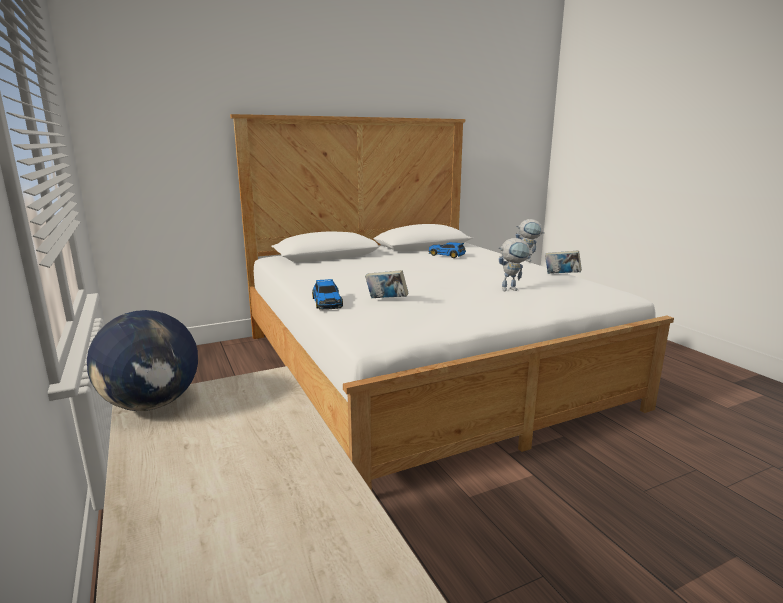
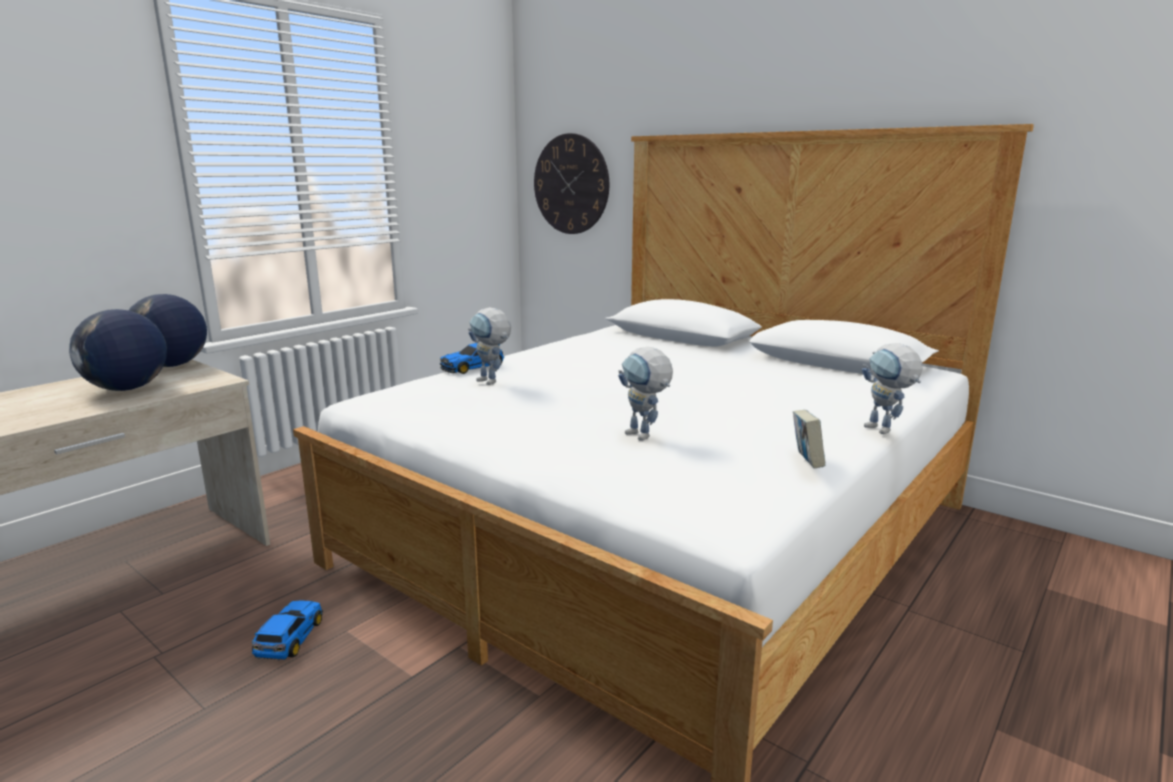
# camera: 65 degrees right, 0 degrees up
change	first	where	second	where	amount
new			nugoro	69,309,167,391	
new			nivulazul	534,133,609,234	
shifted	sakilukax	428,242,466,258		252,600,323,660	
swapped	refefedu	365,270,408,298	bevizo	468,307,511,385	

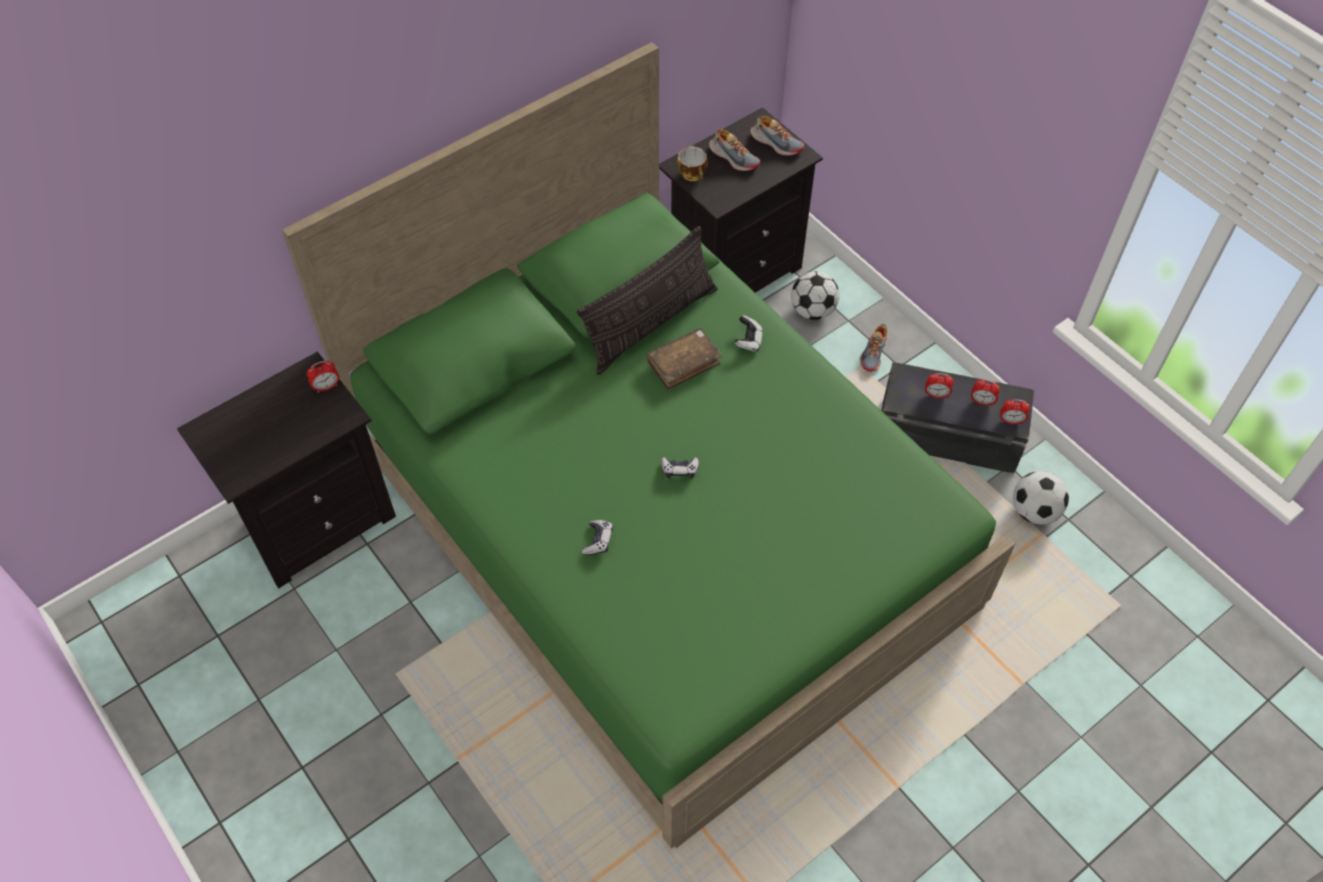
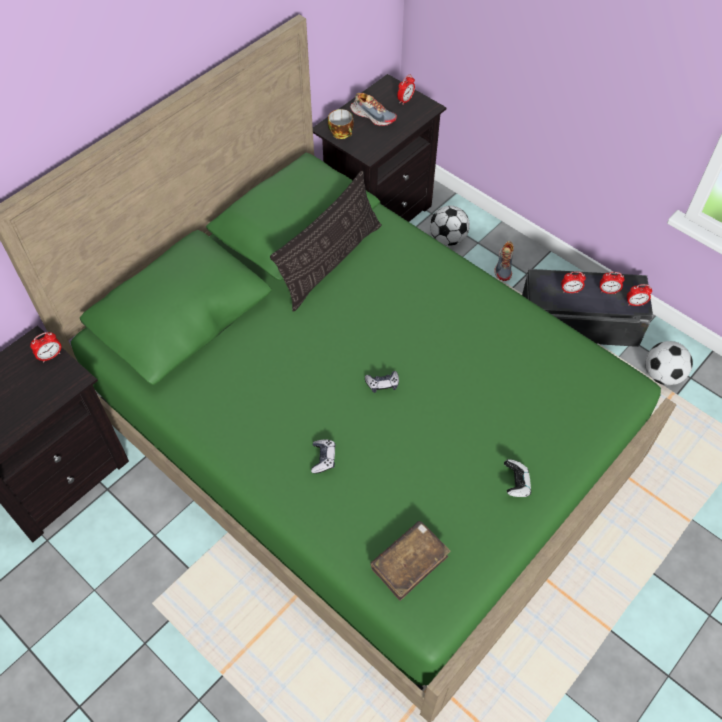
# camera: 10 degrees left, 0 degrees up
change	first	where	second	where	amount
shifted	brown_refefedu	647,328,722,390		370,521,450,601	
shifted	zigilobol	735,315,763,352		504,459,531,497	
swapped	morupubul	750,116,804,156	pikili	397,74,415,104	

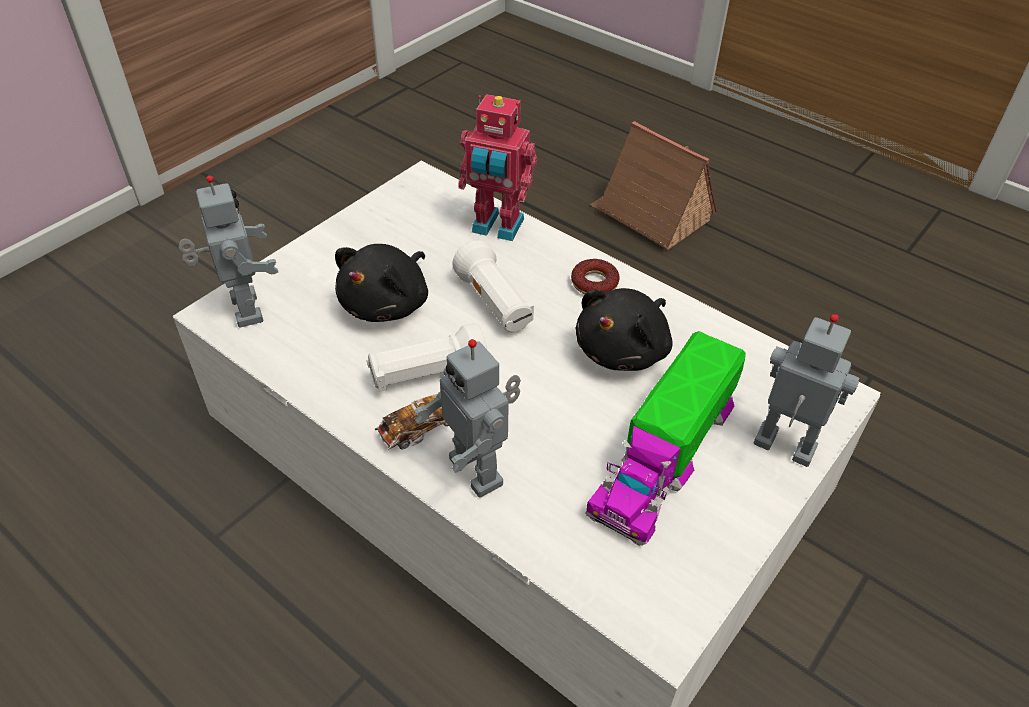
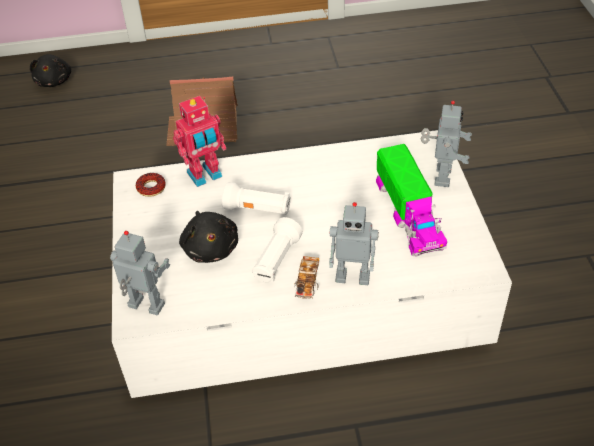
# camera: 45 degrees left, 0 degrees up
change	first	where	second	where	amount
shifted	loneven	571,259,619,294		136,173,166,197	
shifted	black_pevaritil	576,288,673,371		30,54,71,87	
rotated	bevizo	754,314,860,467		421,101,472,187	120 degrees clockwise

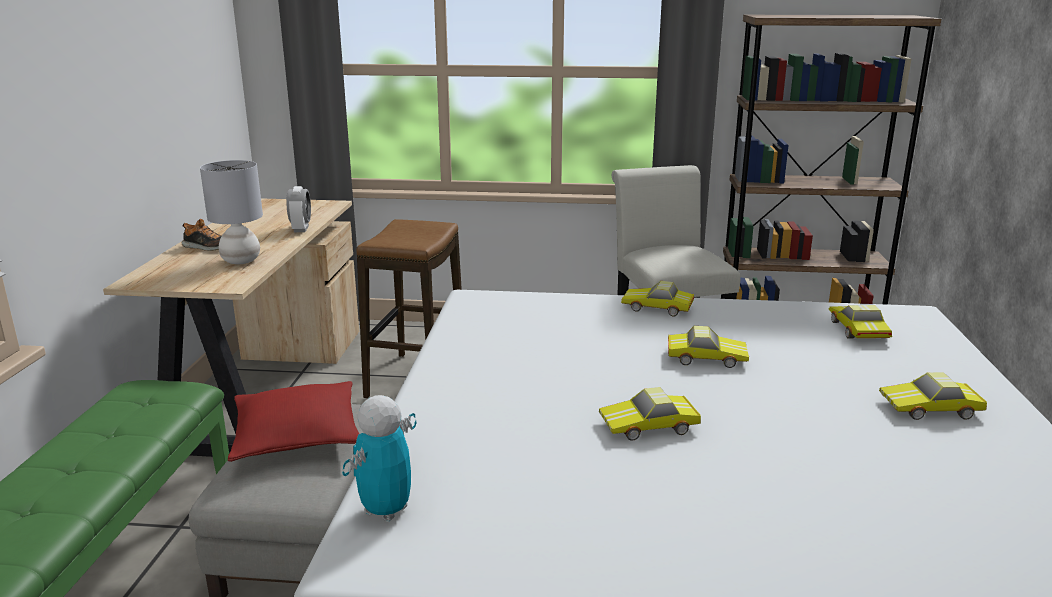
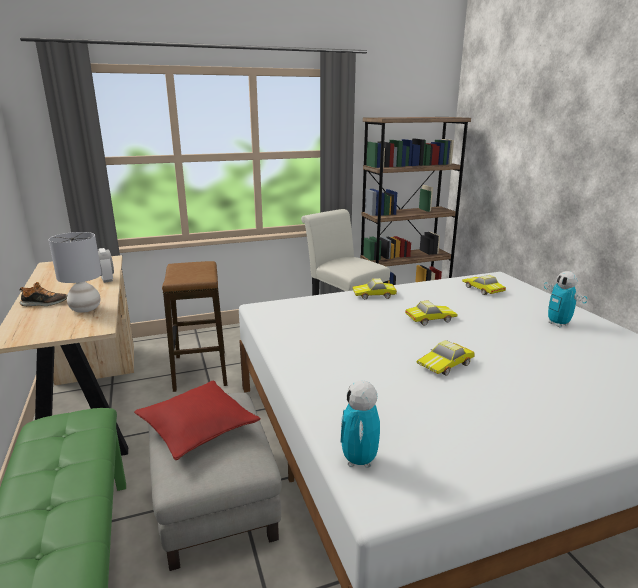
# camera: 25 degrees left, 0 degrees up
change	first	where	second	where	amount
swapped	sakilukax	879,372,987,420	bevizo	544,271,587,327	

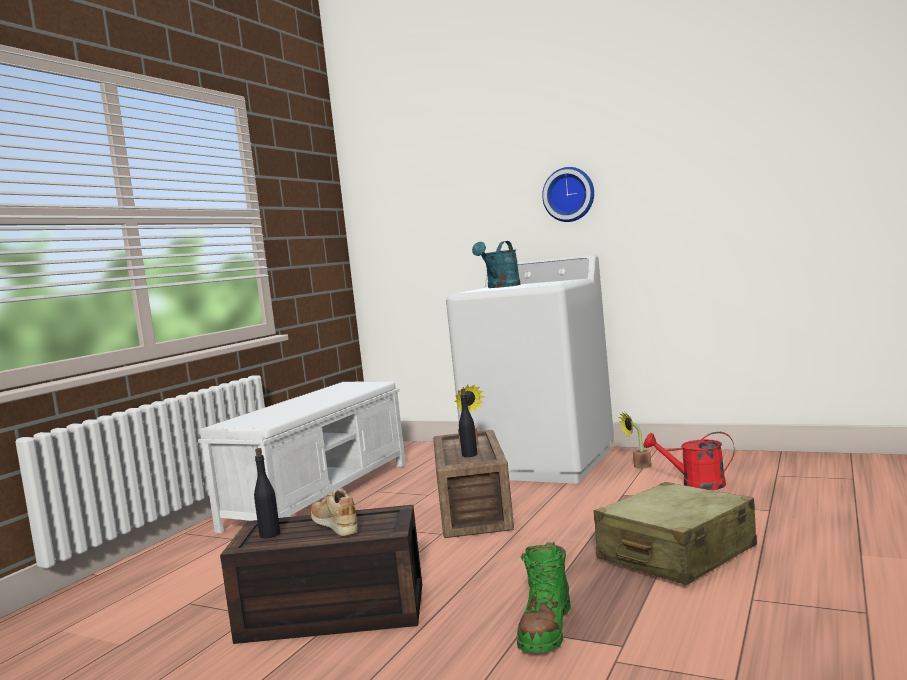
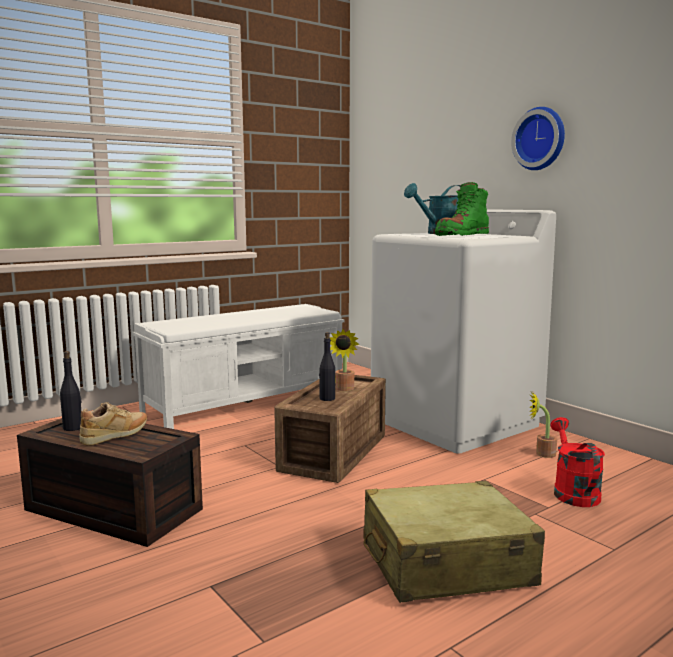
# camera: 25 degrees right, 5 degrees up
change	first	where	second	where	amount
shifted	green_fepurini	517,542,571,653		435,182,489,236	
rotated	beige_morupubul	311,489,358,536		79,402,147,446	60 degrees clockwise
rotated	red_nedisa	643,432,735,490		550,417,605,507	45 degrees clockwise

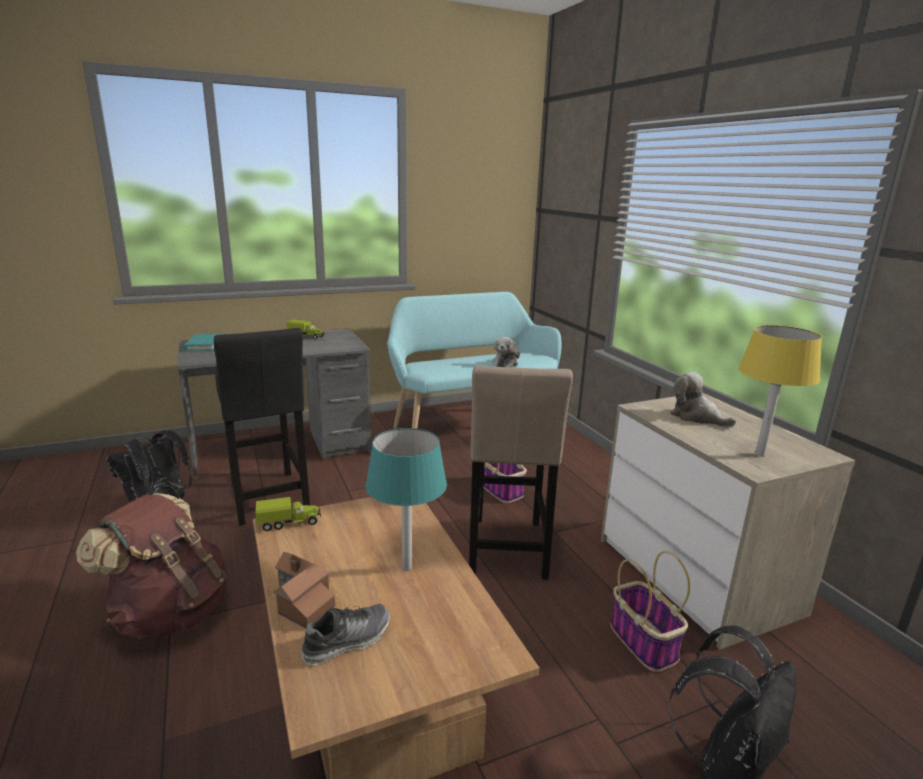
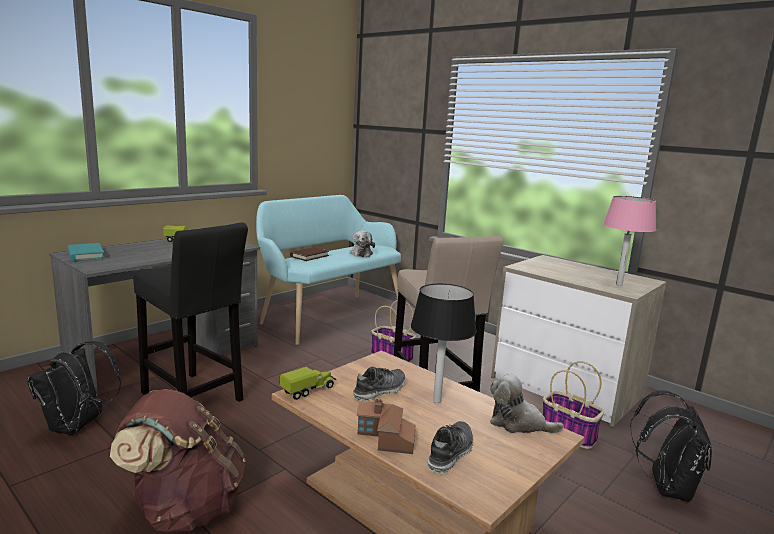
# camera: 25 degrees left, 5 degrees down
change	first	where	second	where	amount
new			brown_refefedu	290,247,329,261	
new			morupubul	353,367,405,401	
shifted	pevaritil	670,372,736,427		490,373,564,433	
repainted	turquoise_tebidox	365,428,447,571	black_tebidox	411,284,477,403	
repainted	yellow_tebidox	738,325,822,457	pink_tebidox	603,196,656,286	

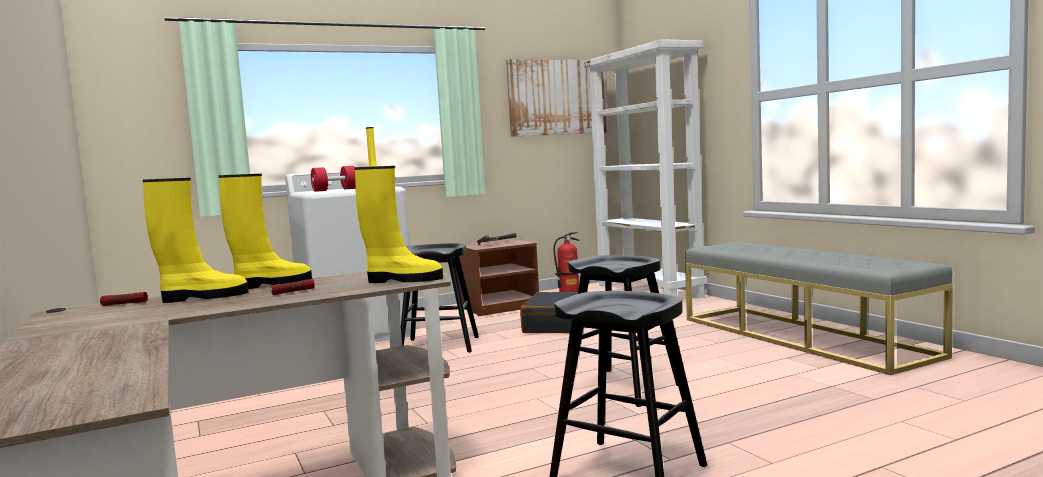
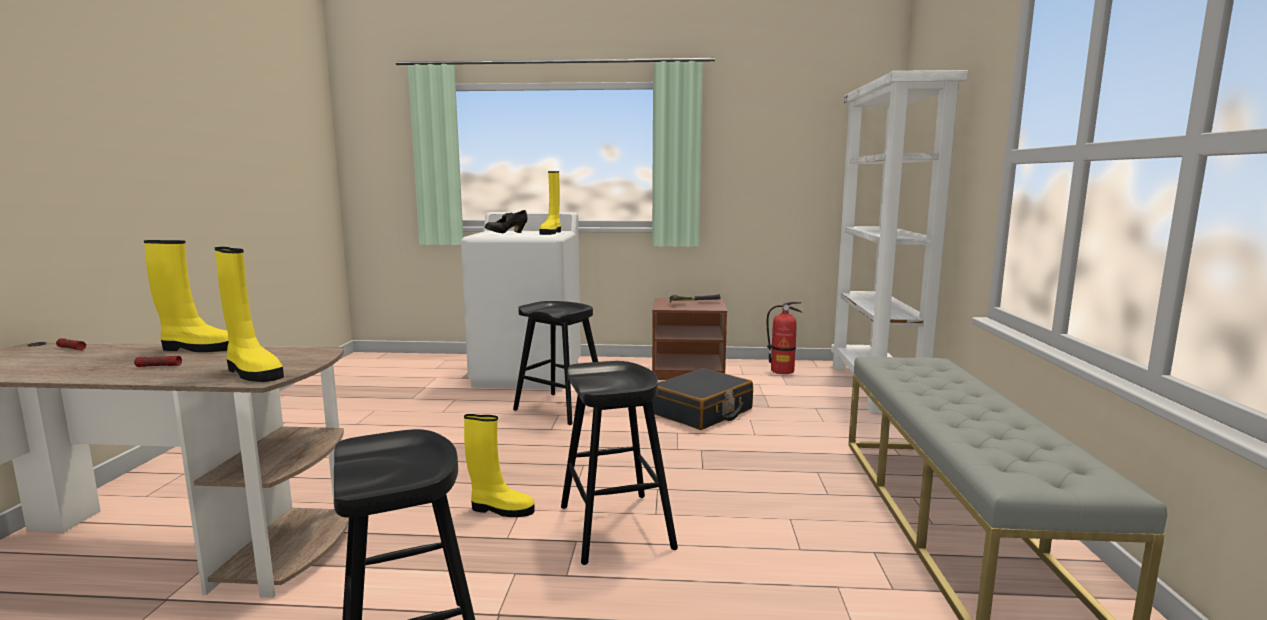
# camera: 30 degrees right, 5 degrees up
change	first	where	second	where	amount
gone	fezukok	506,59,608,137			
shifted	yellow_fepurini	143,178,248,303		464,414,535,517	
swapped	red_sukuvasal	311,166,355,192	black_morupubul	484,210,528,233	

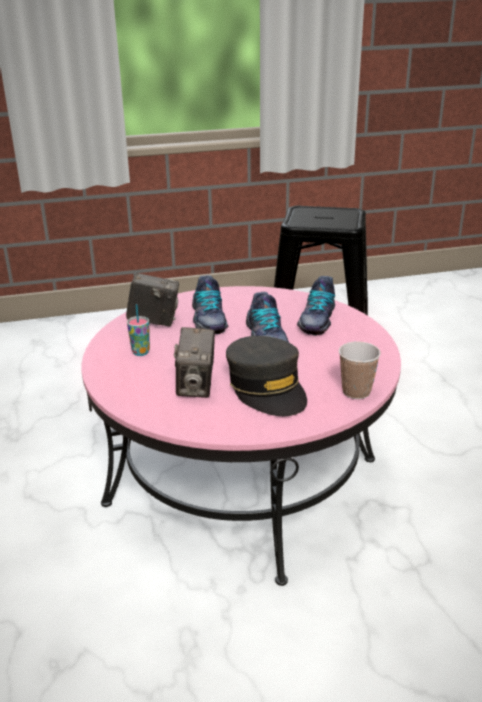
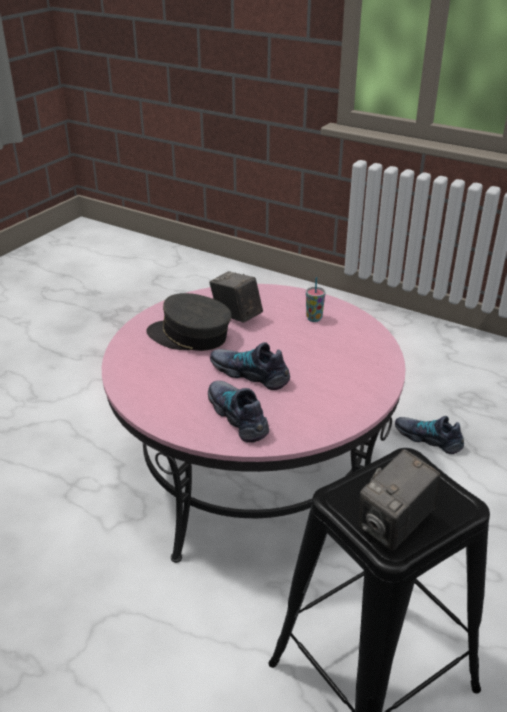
# camera: 135 degrees right, 5 degrees up
change	first	where	second	where	amount
gone	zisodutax	339,342,381,399			
shifted	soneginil	126,273,179,326		359,449,440,551	
shifted	morupubul	192,275,228,334		395,416,464,454	

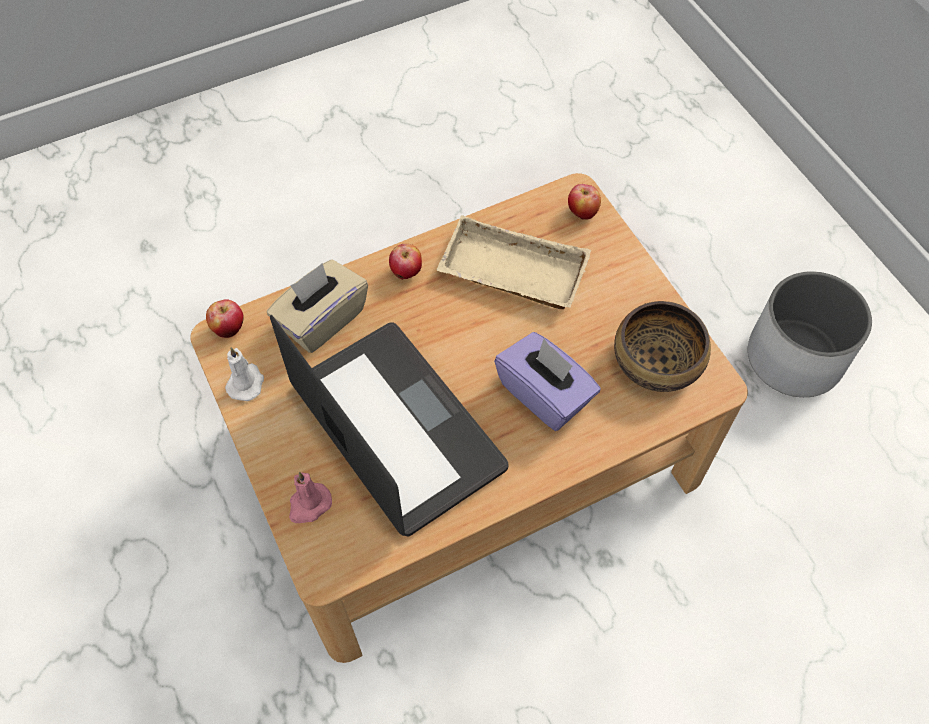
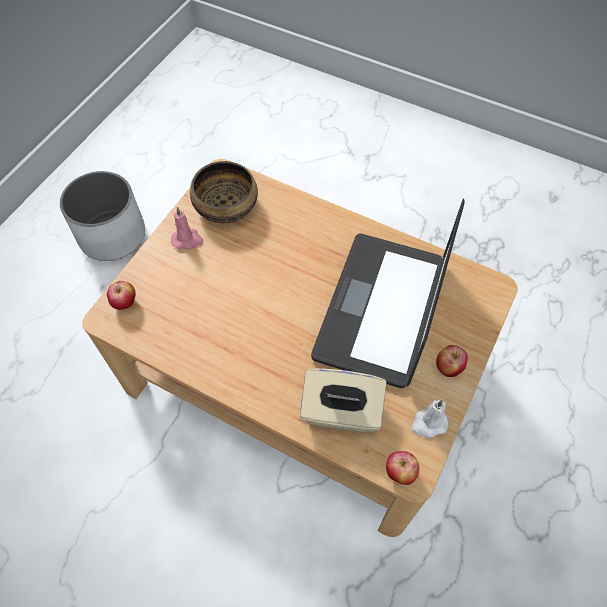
# camera: 125 degrees left, 0 degrees up
change	first	where	second	where	amount
gone	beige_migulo	436,215,591,309			
gone	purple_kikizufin	494,332,601,431			
shifted	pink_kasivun	289,472,332,523		171,207,203,250	
shifted	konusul	389,244,422,280		436,345,468,377	

